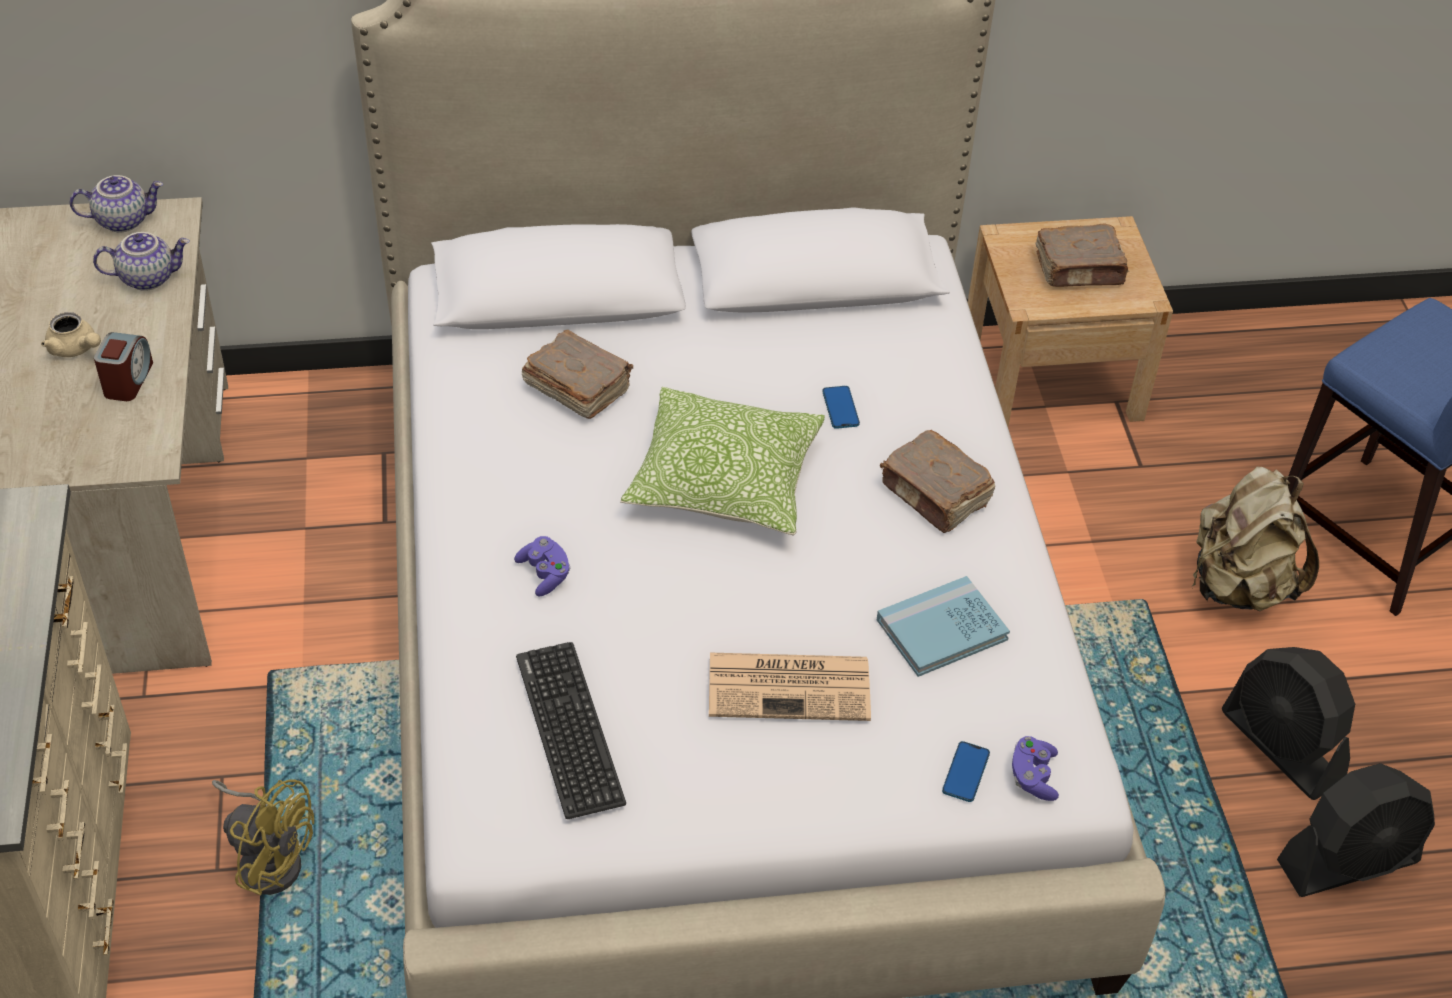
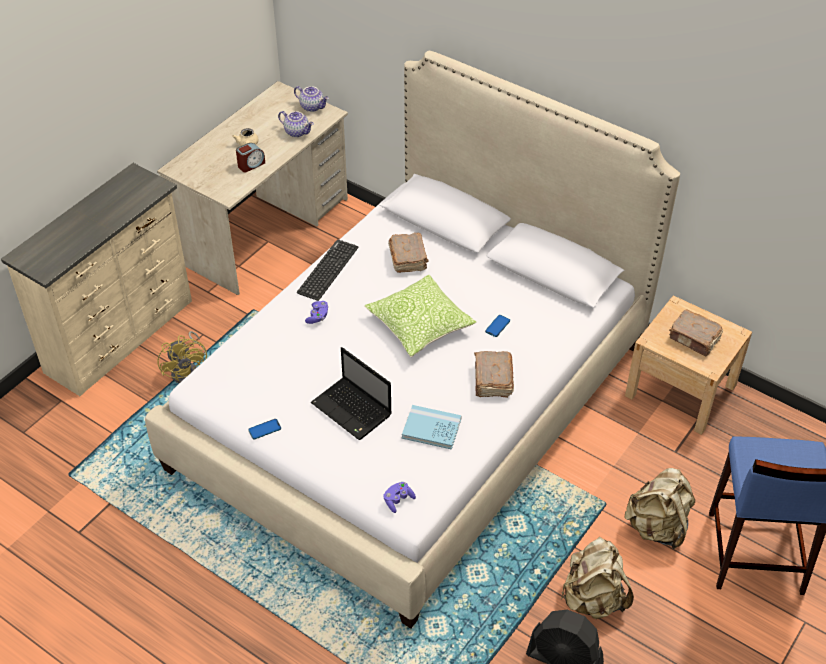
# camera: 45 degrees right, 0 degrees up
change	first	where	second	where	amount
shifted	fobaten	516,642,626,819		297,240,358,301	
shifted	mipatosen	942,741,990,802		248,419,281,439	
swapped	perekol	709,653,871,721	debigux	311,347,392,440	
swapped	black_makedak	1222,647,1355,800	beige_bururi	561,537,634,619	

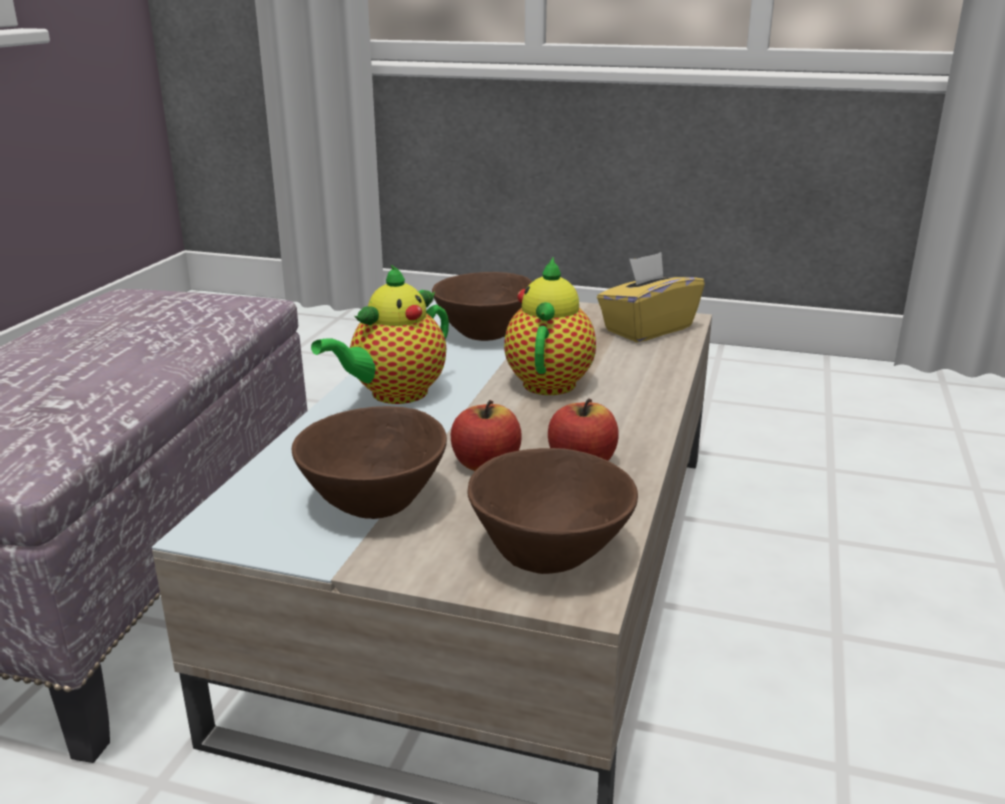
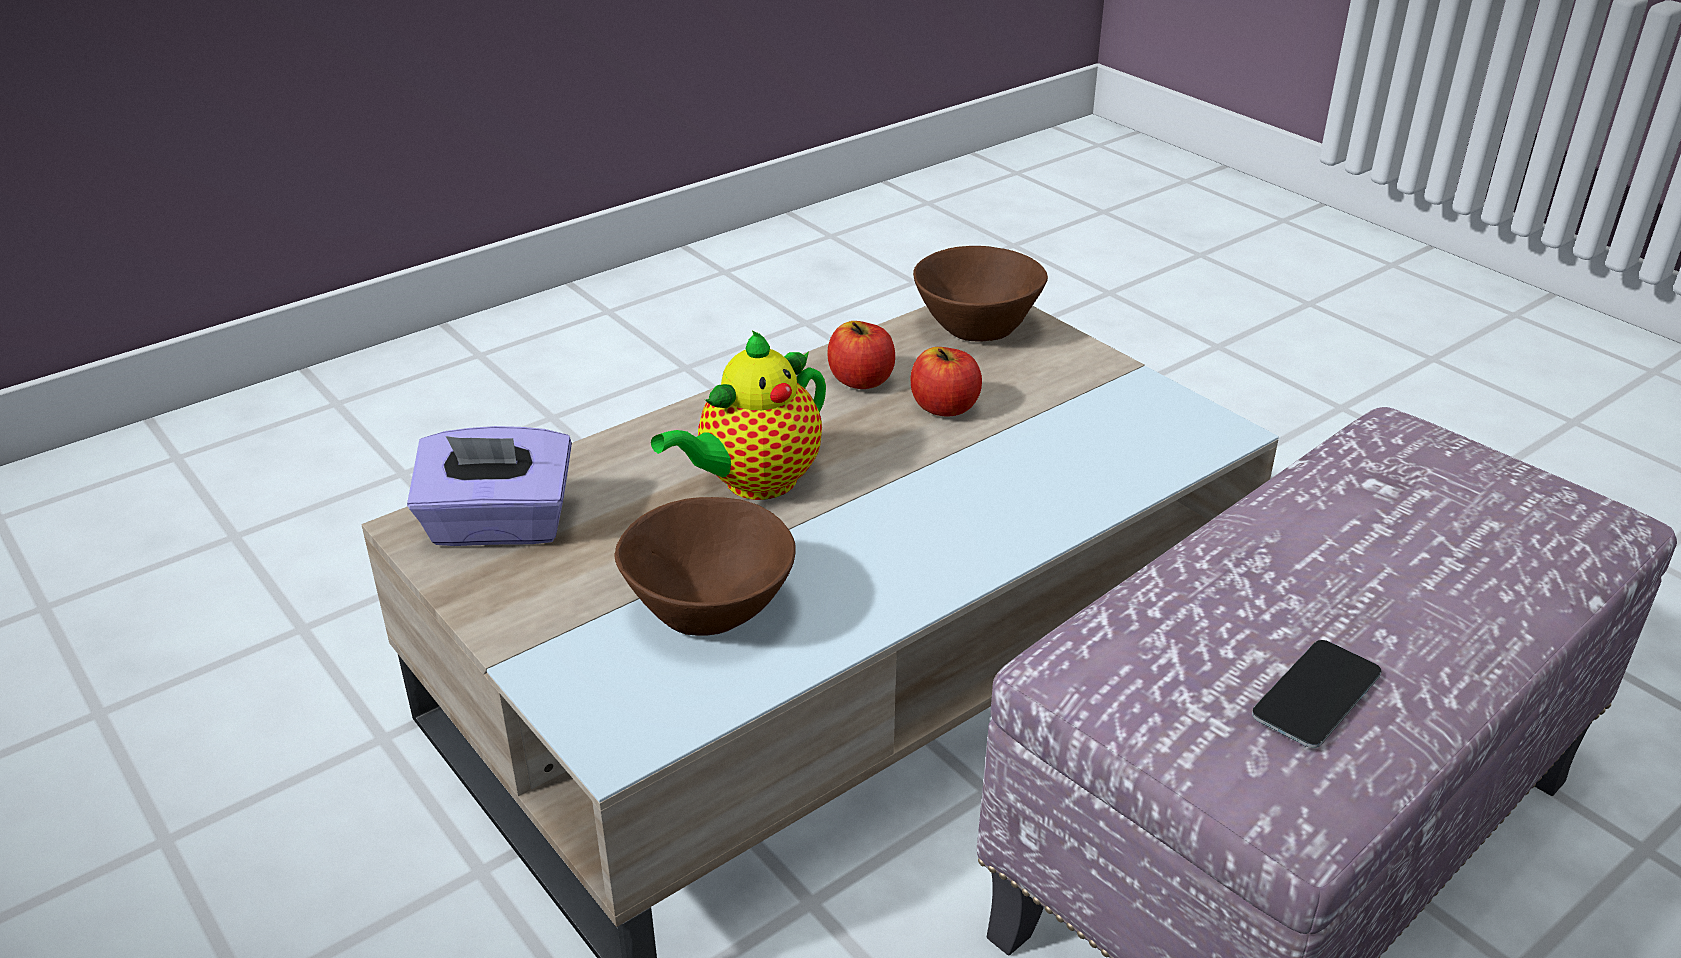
# camera: 145 degrees left, 10 degrees up
change	first	where	second	where	amount
gone	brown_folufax	292,406,447,519			
gone	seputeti	311,265,449,404			
new			mipatosen	1252,640,1381,748	
repainted	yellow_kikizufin	597,252,705,342	purple_kikizufin	407,426,572,546	

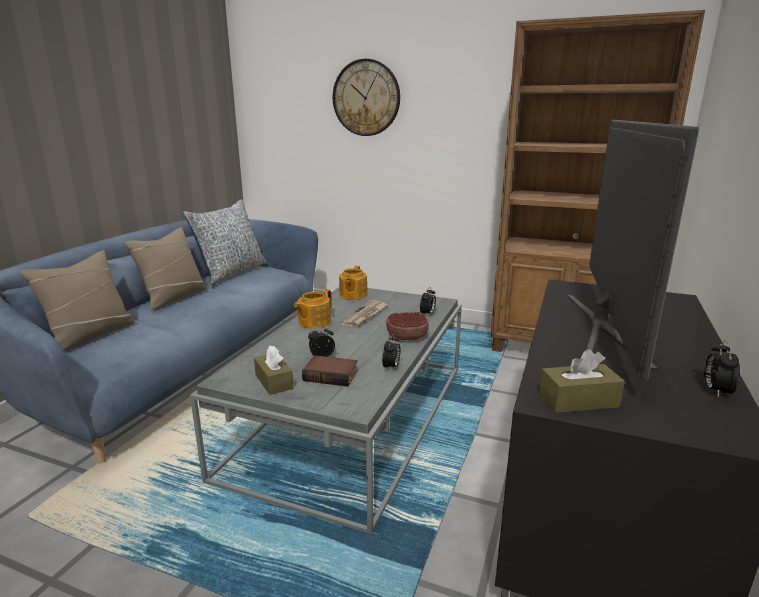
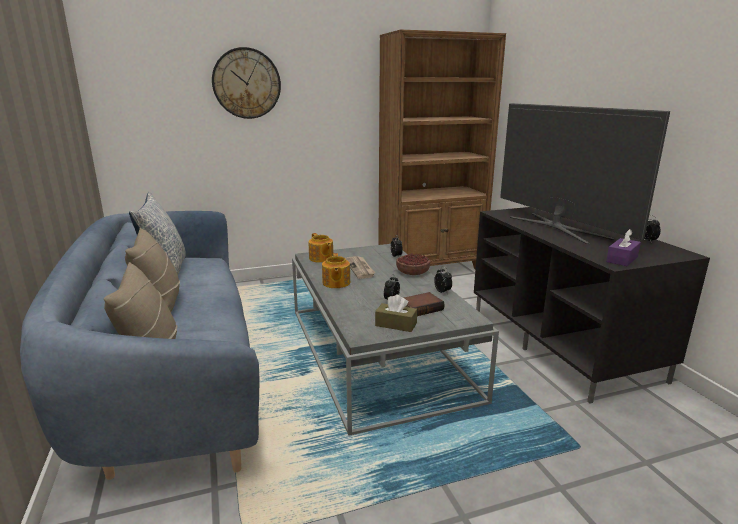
# camera: 40 degrees left, 0 degrees up
change	first	where	second	where	amount
repainted	brown_kikizufin	539,349,625,413	purple_kikizufin	606,229,641,266	

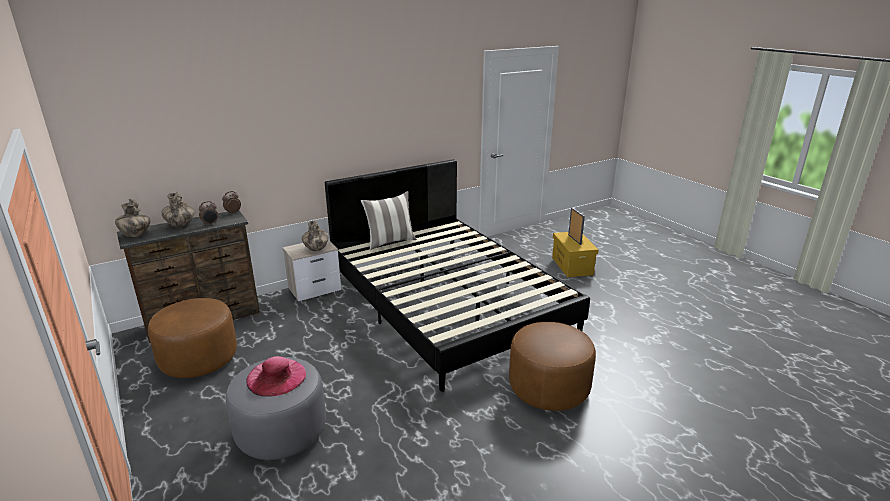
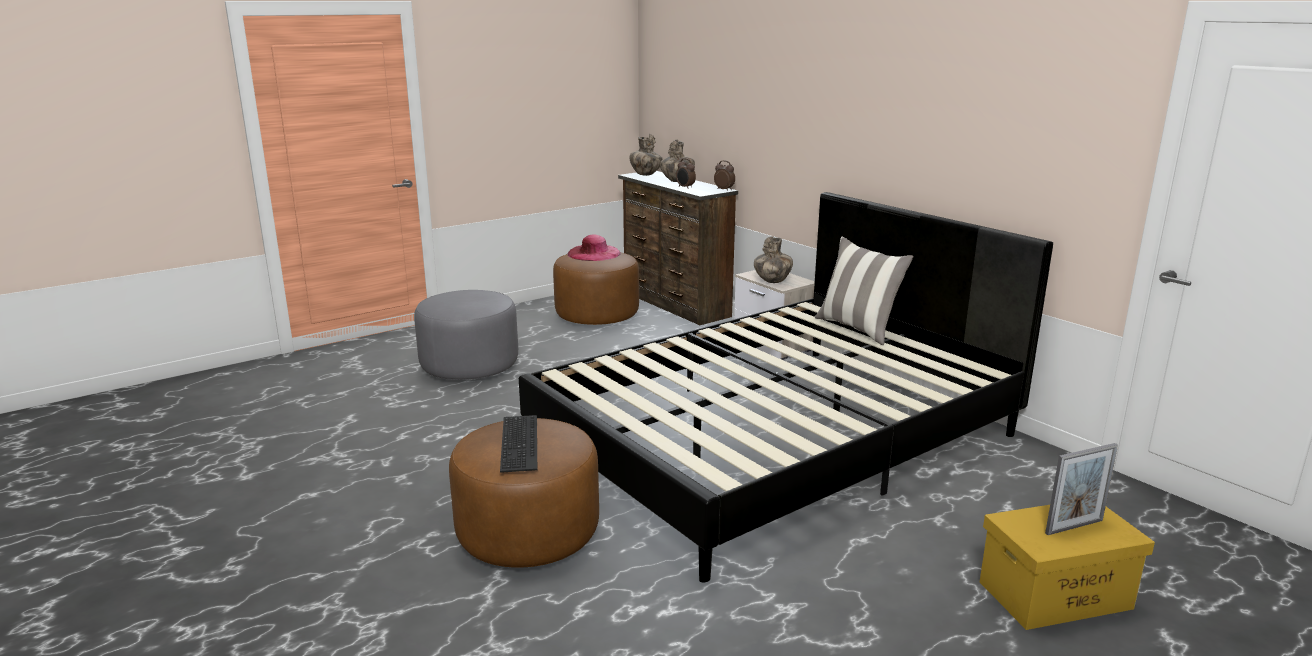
# camera: 85 degrees right, 5 degrees down
change	first	where	second	where	amount
new			fobaten	500,415,537,473	
shifted	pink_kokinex	246,356,306,397		567,234,621,261	

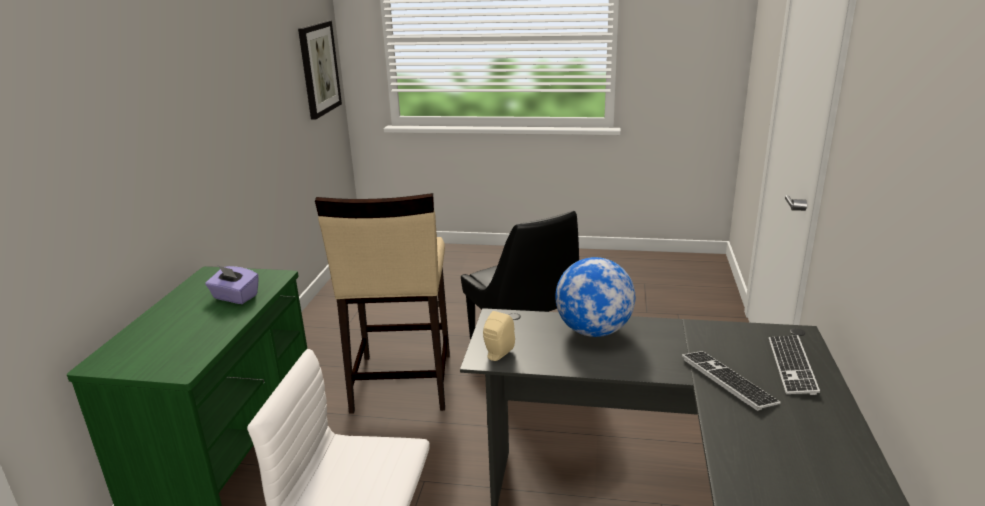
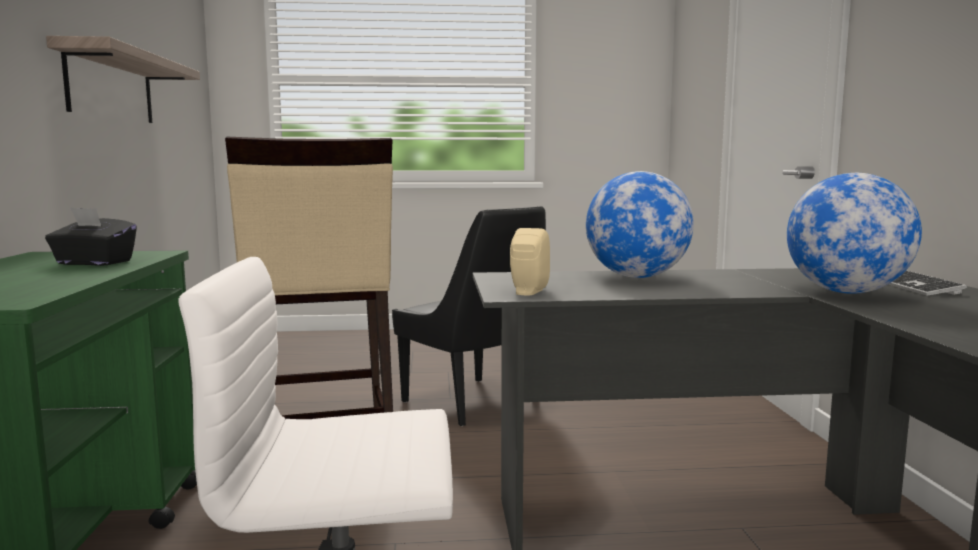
# camera: 15 degrees left, 15 degrees down
change	first	where	second	where	amount
gone	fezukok	298,21,342,119			
new			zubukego	46,36,200,123	
swapped	fobaten	682,351,781,411	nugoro	787,173,922,294	
repainted	purple_kikizufin	205,266,259,304	black_kikizufin	45,207,137,266	

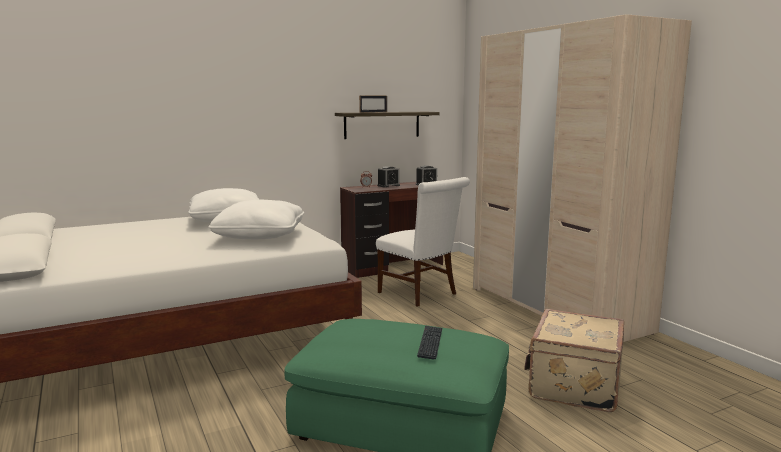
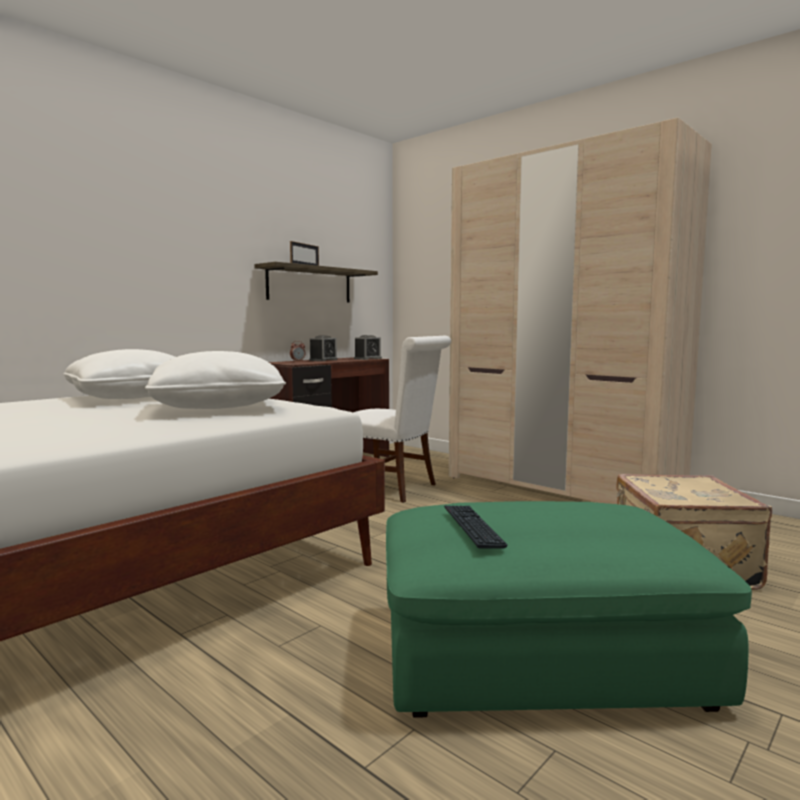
# camera: 20 degrees left, 5 degrees down
change	first	where	second	where	amount
shifted	fobaten	417,326,442,360		444,506,508,549	

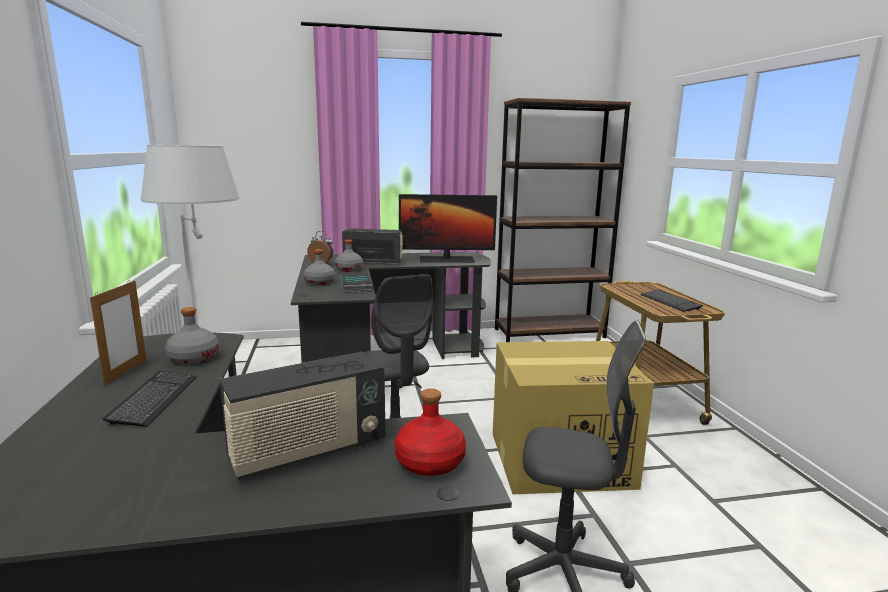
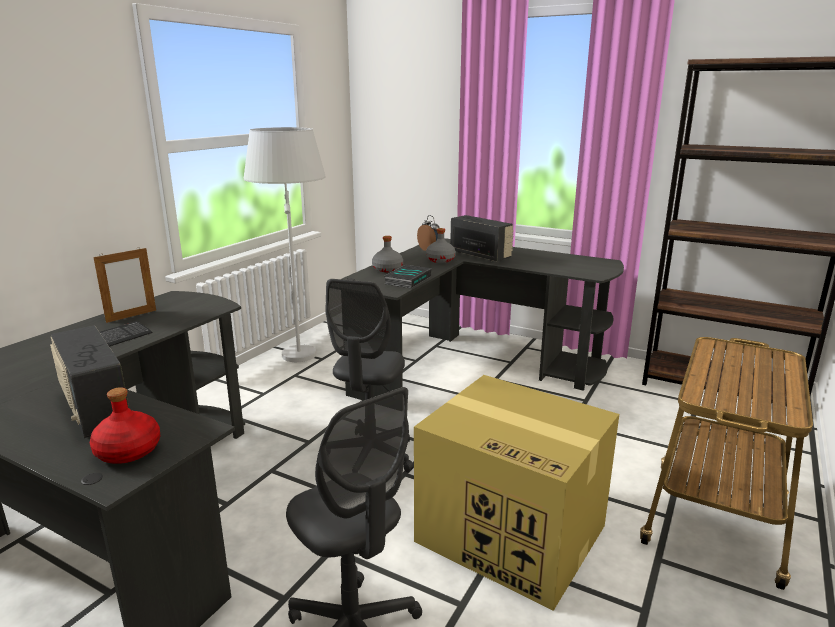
# camera: 40 degrees right, 5 degrees up
change	first	where	second	where	amount
gone	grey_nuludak	165,307,219,365			
gone	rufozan	399,194,497,263			
gone	fobaten	641,289,703,312			
rotated	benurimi	219,352,385,480		50,325,129,438	45 degrees clockwise

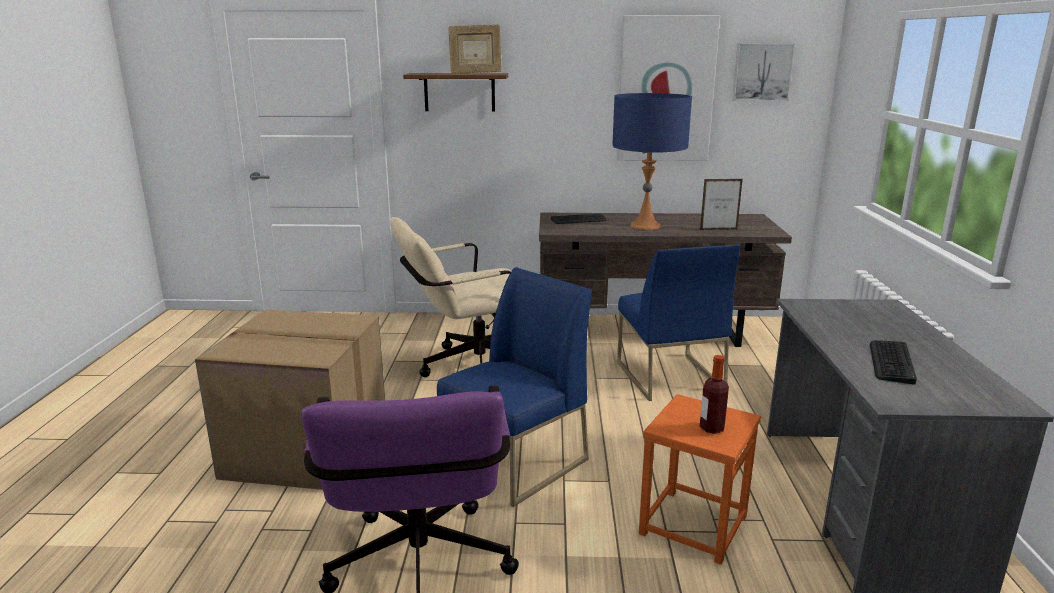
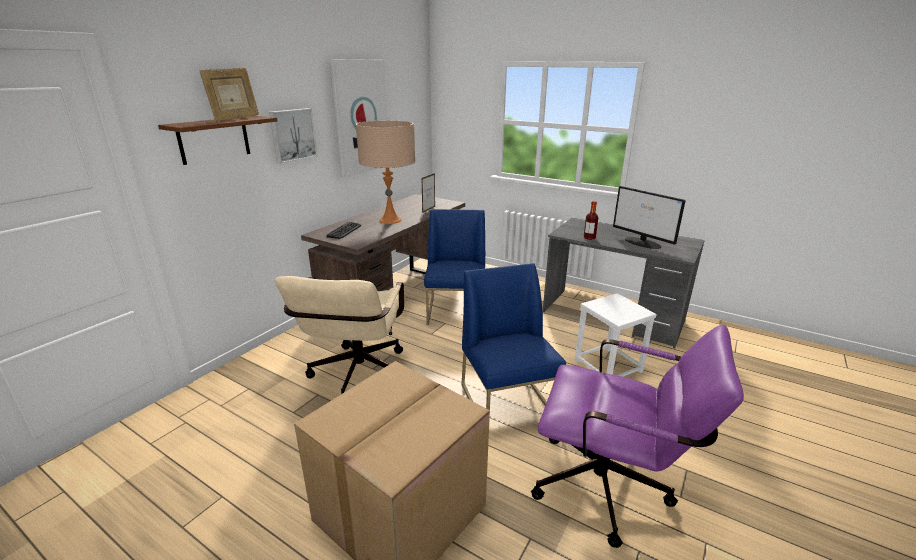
# camera: 60 degrees left, 5 degrees up
change	first	where	second	where	amount
shifted	nuludak	700,355,729,434		584,201,598,240	
shifted	fezukok	732,43,796,101		269,108,318,163	
swapped	fobaten	870,340,917,385	rufozan	613,186,686,249	
repainted	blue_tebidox	612,93,692,230	beige_tebidox	356,120,415,224	
repainted	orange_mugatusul	639,394,761,565	white_mugatusul	575,293,657,377	
rotated	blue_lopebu	617,244,740,401		424,209,485,325	105 degrees counterclockwise

